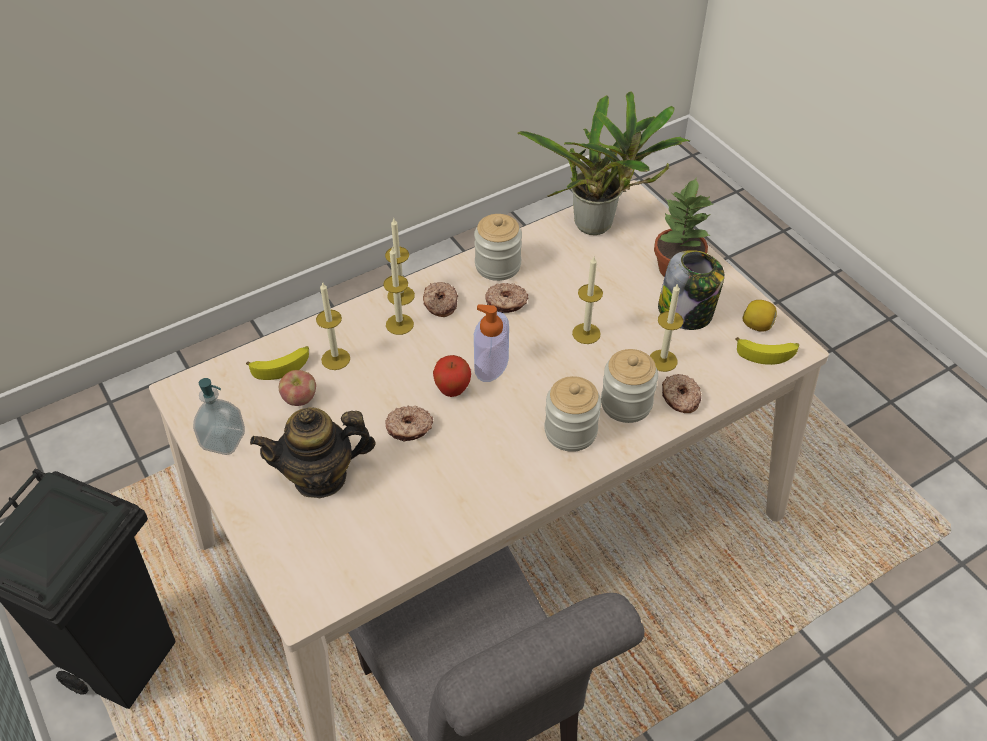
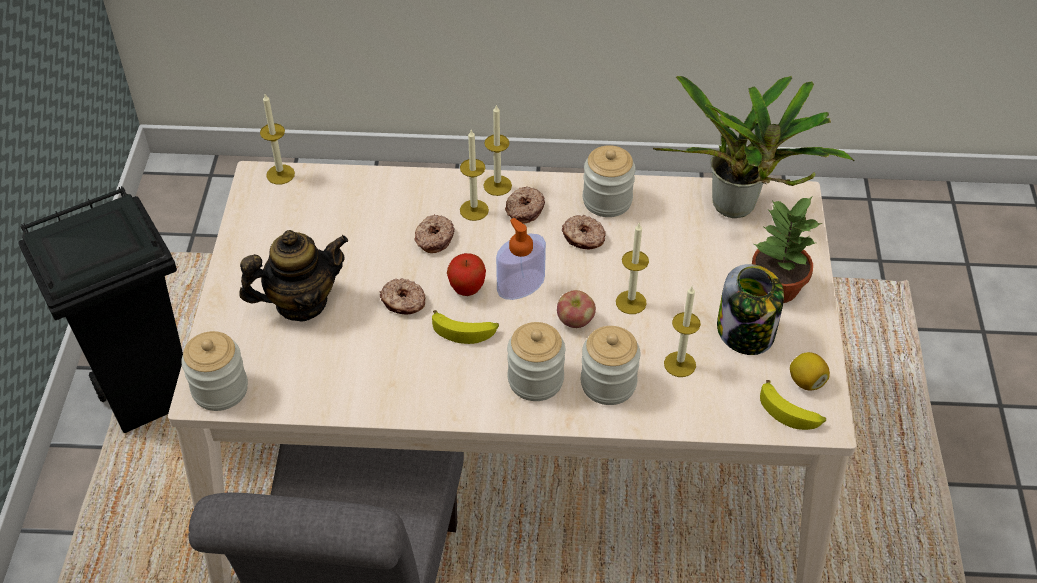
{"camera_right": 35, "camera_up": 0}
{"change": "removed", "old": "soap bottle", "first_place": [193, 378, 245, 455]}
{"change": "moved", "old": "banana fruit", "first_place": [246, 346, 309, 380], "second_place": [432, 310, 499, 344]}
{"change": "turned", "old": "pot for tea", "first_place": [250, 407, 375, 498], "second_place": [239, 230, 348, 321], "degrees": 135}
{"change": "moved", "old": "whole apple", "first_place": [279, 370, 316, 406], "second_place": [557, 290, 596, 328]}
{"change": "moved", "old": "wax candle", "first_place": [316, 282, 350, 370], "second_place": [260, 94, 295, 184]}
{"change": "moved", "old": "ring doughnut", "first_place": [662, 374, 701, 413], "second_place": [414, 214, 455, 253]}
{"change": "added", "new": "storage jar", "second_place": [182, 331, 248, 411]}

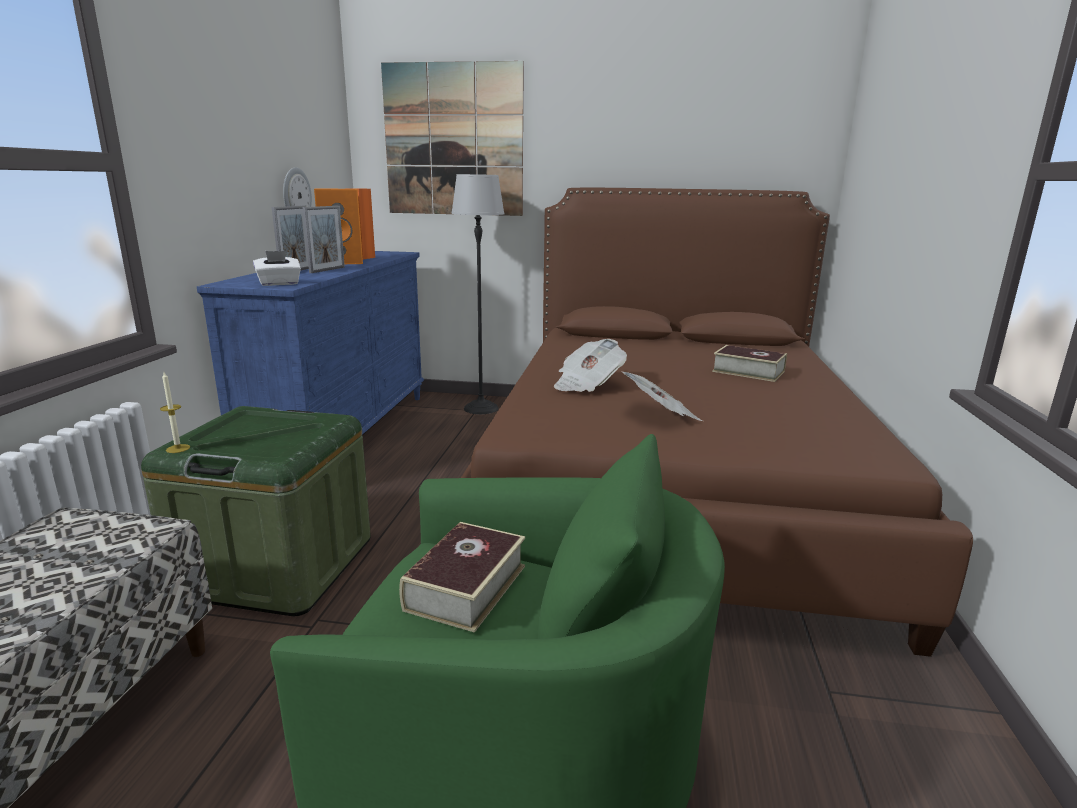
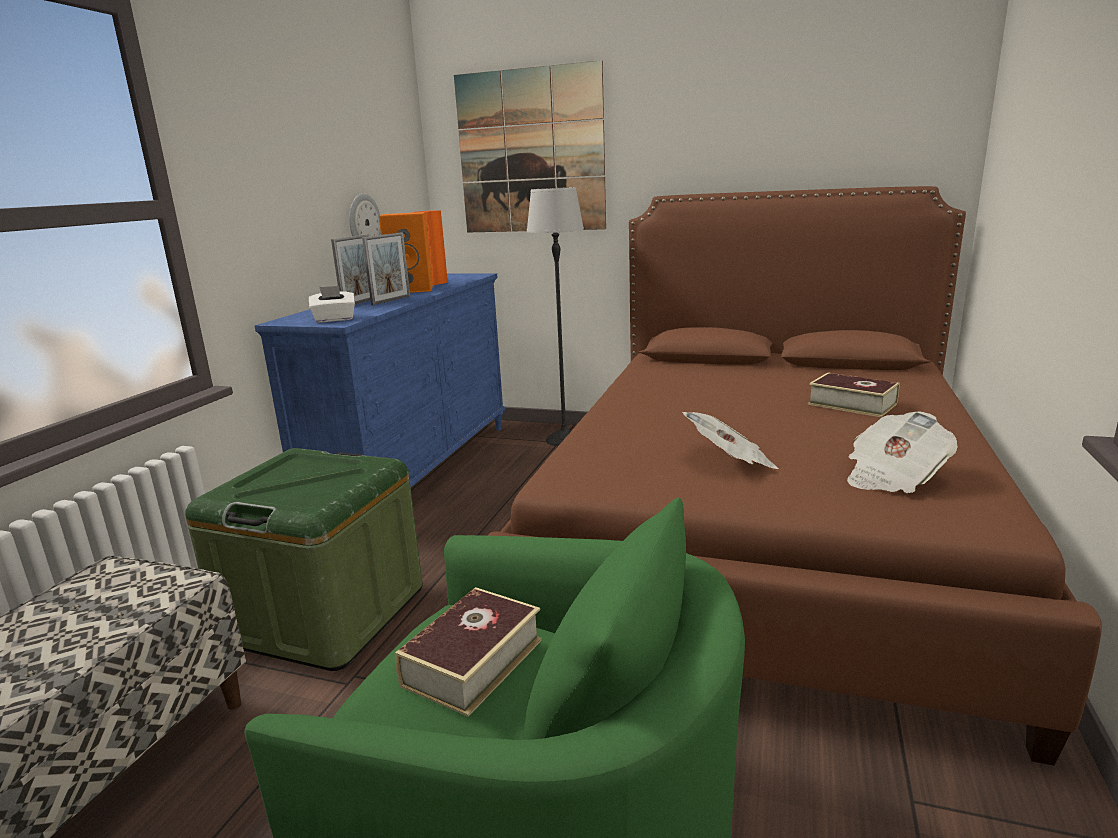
{"camera_right": 10, "camera_up": 0}
{"change": "removed", "old": "wax candle", "first_place": [160, 372, 190, 453]}
{"change": "moved", "old": "printed paper", "first_place": [554, 339, 627, 392], "second_place": [847, 411, 958, 493]}

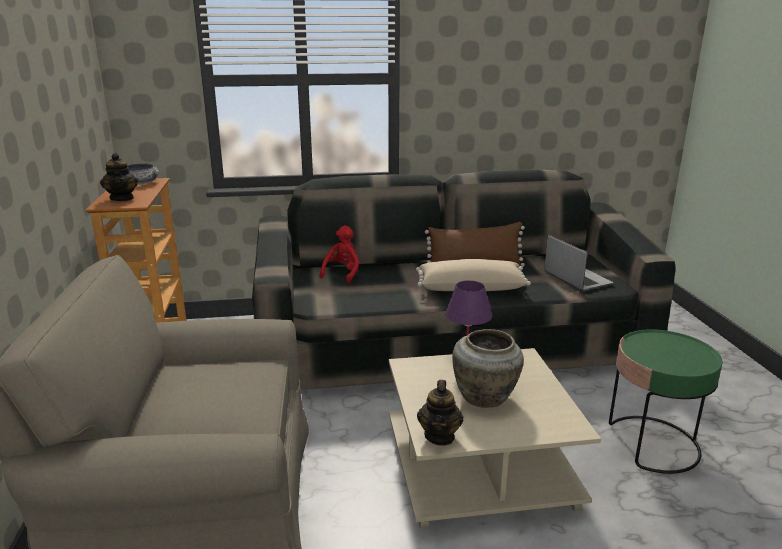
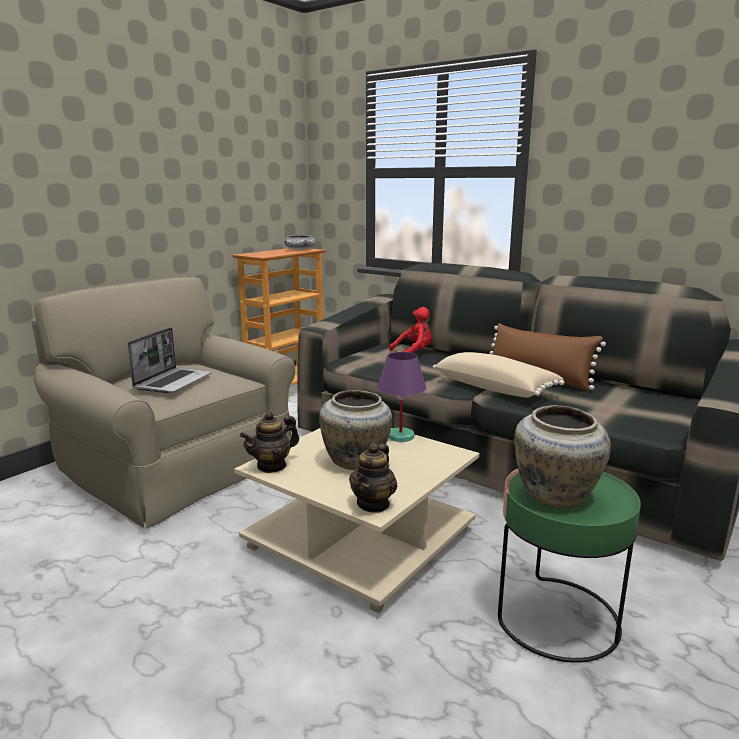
{"camera_right": 45, "camera_up": -5}
{"change": "moved", "old": "pot for tea", "first_place": [100, 153, 138, 201], "second_place": [349, 443, 397, 513]}
{"change": "moved", "old": "notebook computer", "first_place": [544, 235, 613, 291], "second_place": [128, 327, 212, 393]}
{"change": "added", "new": "vase in beige-coloured", "second_place": [514, 405, 611, 508]}

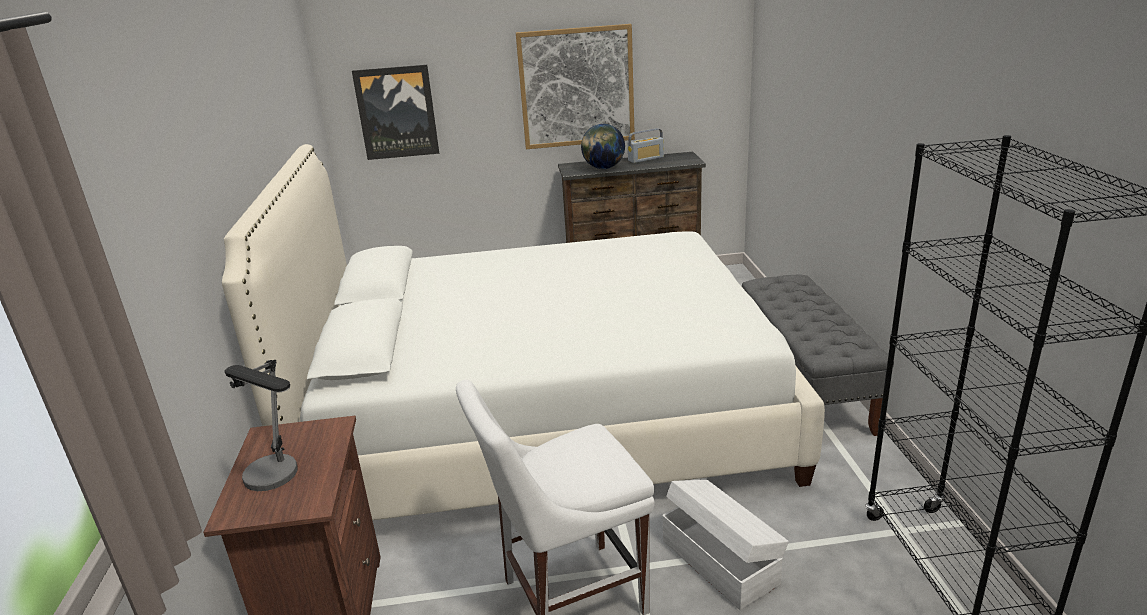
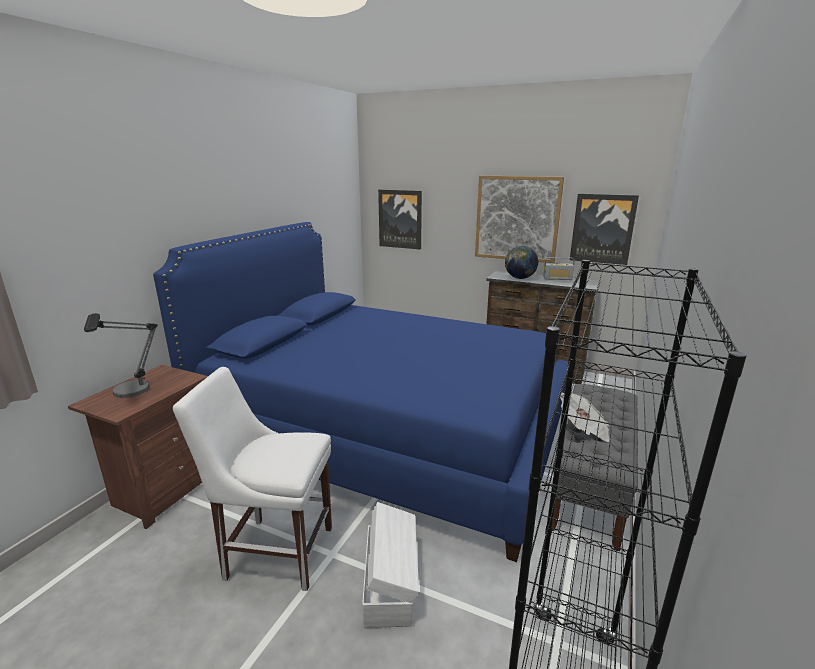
{"camera_right": 30, "camera_up": -5}
{"change": "recoloured", "old": "bed in white", "new": "bed in blue-coloured", "first_place": [222, 144, 825, 520], "second_place": [153, 222, 568, 562]}
{"change": "added", "new": "printed paper", "second_place": [560, 393, 610, 442]}
{"change": "added", "new": "wall picture", "second_place": [570, 194, 639, 265]}

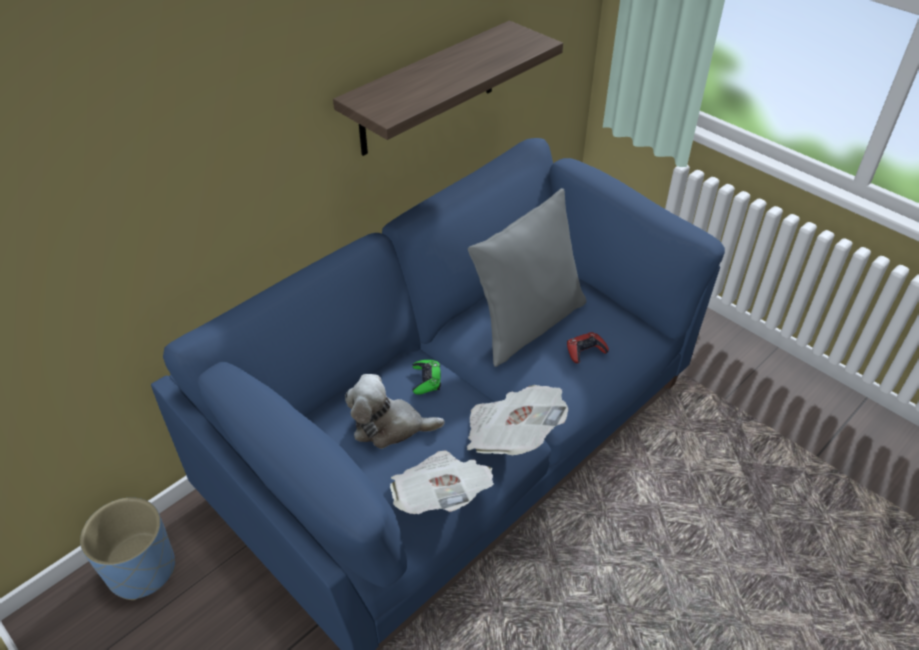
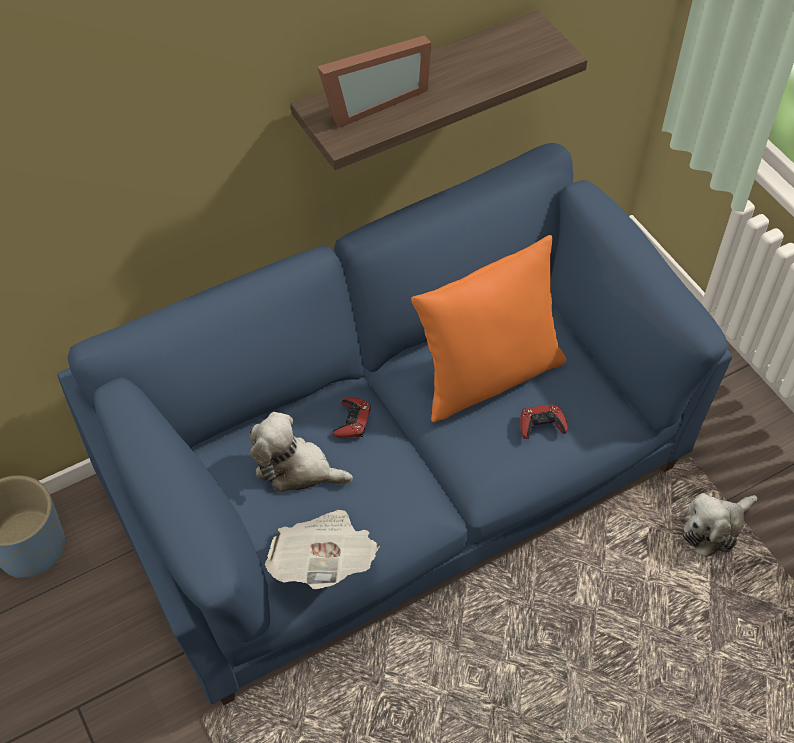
{"camera_right": 15, "camera_up": 10}
{"change": "recoloured", "old": "gamepad in green", "new": "gamepad in reddish", "first_place": [412, 360, 441, 395], "second_place": [332, 397, 371, 438]}
{"change": "removed", "old": "printed paper", "first_place": [467, 385, 568, 456]}
{"change": "recoloured", "old": "pillow in grey", "new": "pillow in orange-coloured", "first_place": [468, 188, 586, 367], "second_place": [411, 235, 566, 422]}
{"change": "added", "new": "photo frame", "second_place": [317, 35, 431, 128]}
{"change": "added", "new": "soft toy", "second_place": [682, 493, 758, 557]}

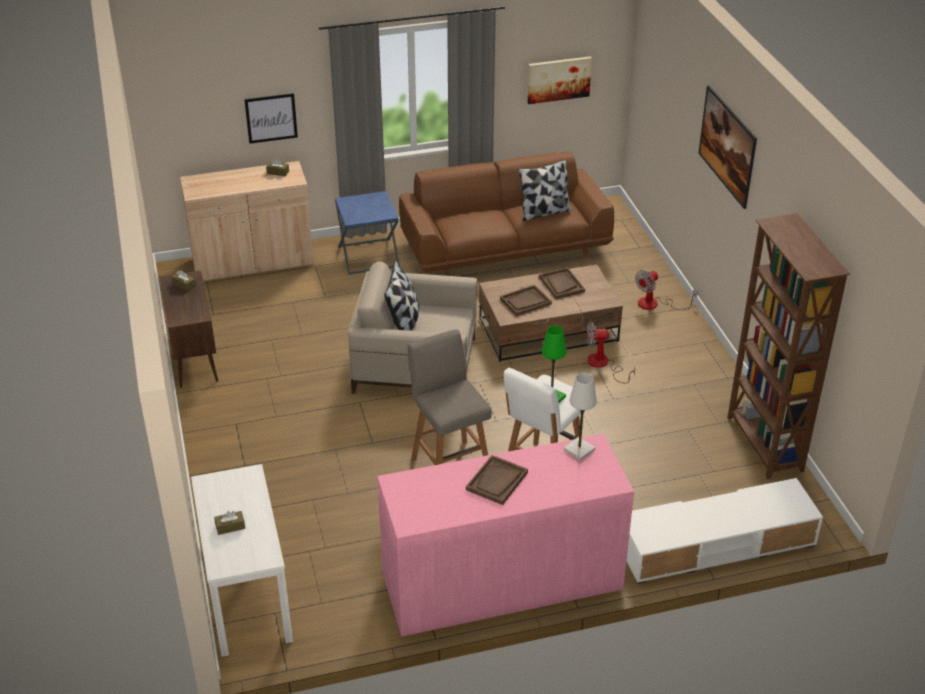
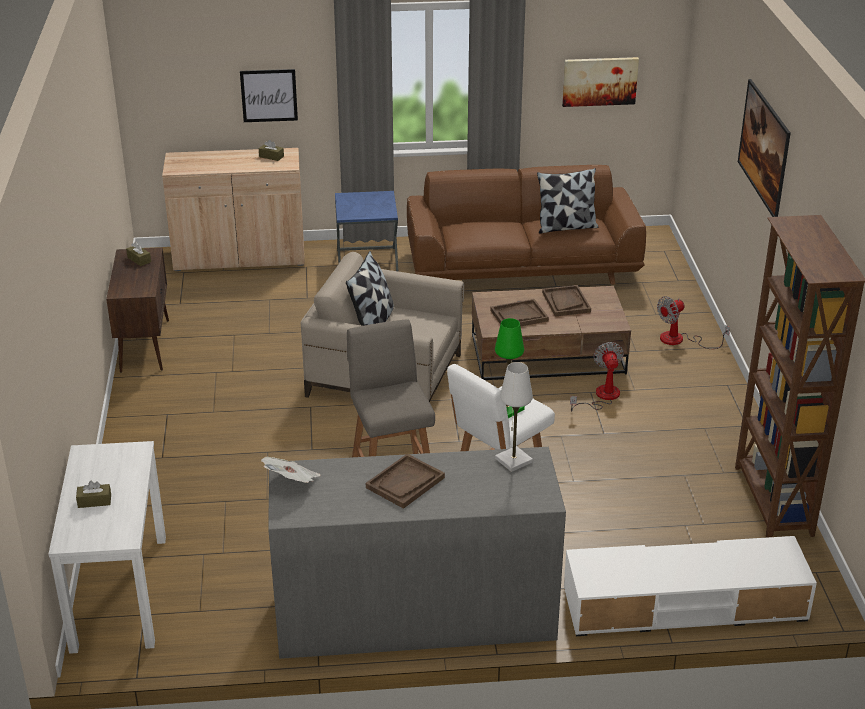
{"camera_right": 10, "camera_up": -5}
{"change": "recoloured", "old": "chest of drawers in pinkish", "new": "chest of drawers in grey", "first_place": [377, 434, 634, 636], "second_place": [268, 447, 566, 659]}
{"change": "turned", "old": "fan", "first_place": [586, 322, 635, 383], "second_place": [570, 342, 624, 412], "degrees": 75}
{"change": "added", "new": "printed paper", "second_place": [261, 457, 320, 483]}

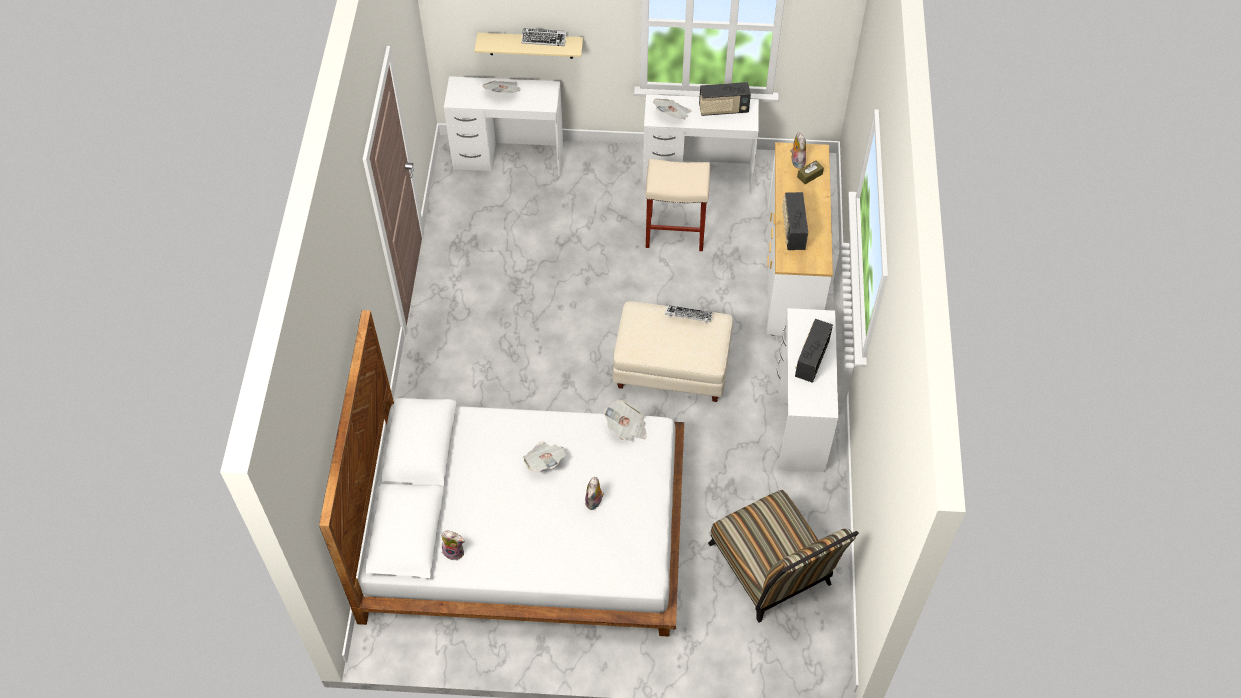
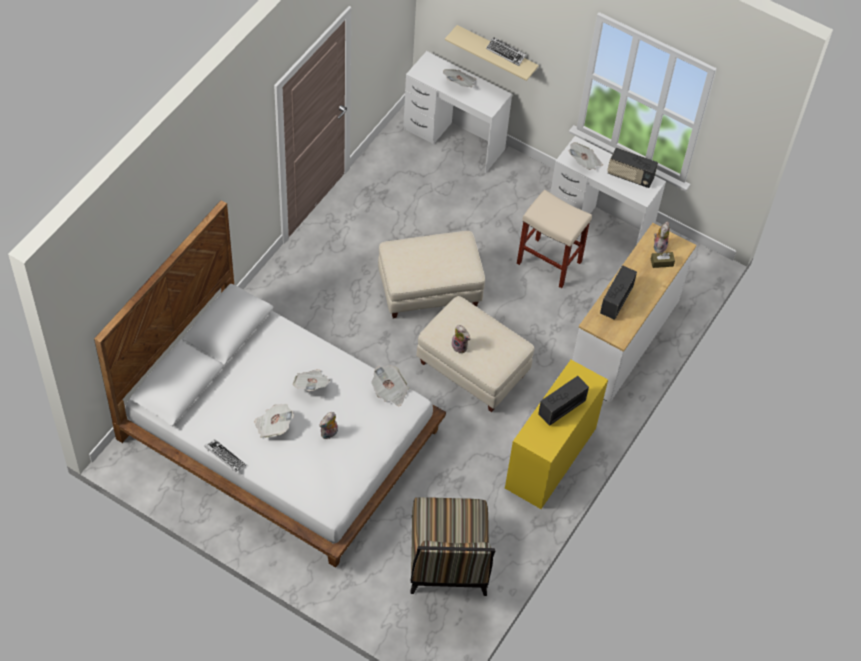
{"camera_right": 25, "camera_up": 0}
{"change": "moved", "old": "soft toy", "first_place": [441, 531, 465, 561], "second_place": [451, 325, 470, 354]}
{"change": "moved", "old": "keyboard", "first_place": [665, 305, 712, 323], "second_place": [204, 439, 246, 472]}
{"change": "recoloured", "old": "desk unit in white", "new": "desk unit in yellowish", "first_place": [777, 308, 838, 472], "second_place": [505, 360, 608, 509]}
{"change": "added", "new": "printed paper", "second_place": [254, 404, 294, 438]}
{"change": "added", "new": "footrest in beige-coloured", "second_place": [378, 231, 485, 319]}

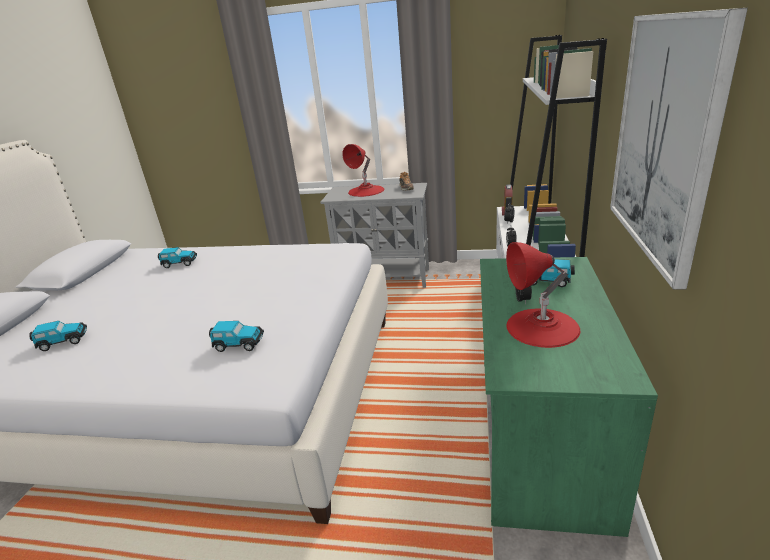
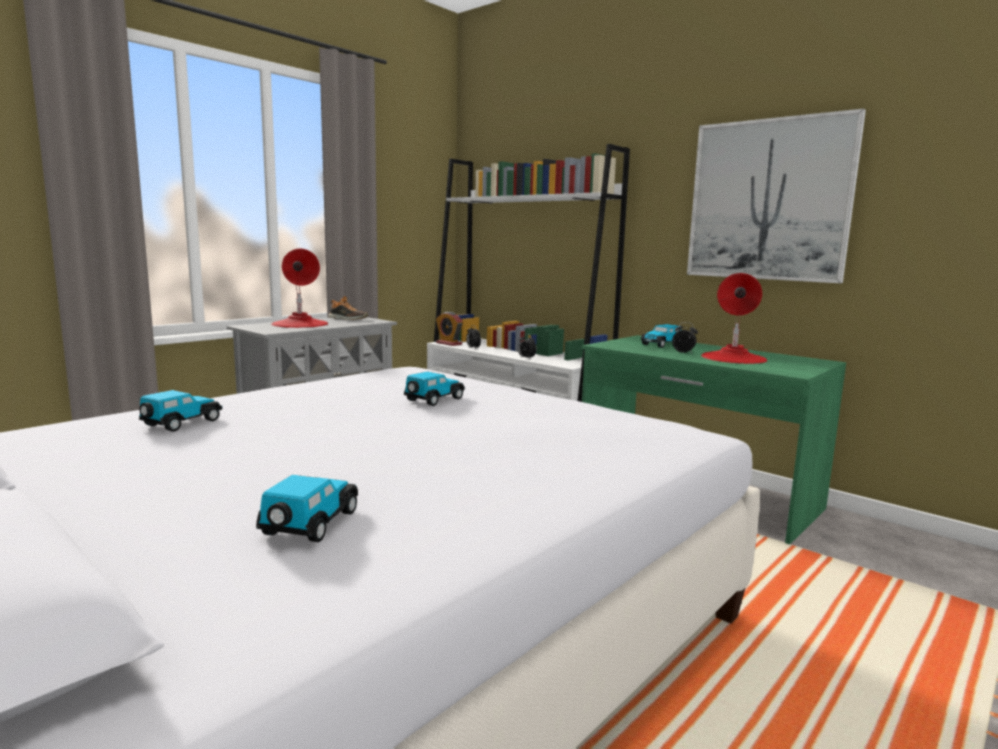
{"camera_right": -60, "camera_up": -15}
{"change": "moved", "old": "toy car", "first_place": [209, 321, 264, 352], "second_place": [404, 371, 465, 406]}

